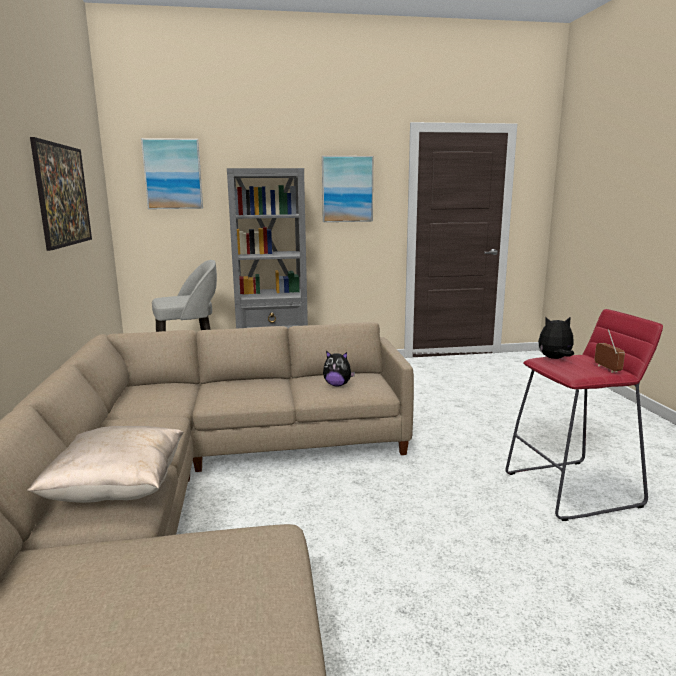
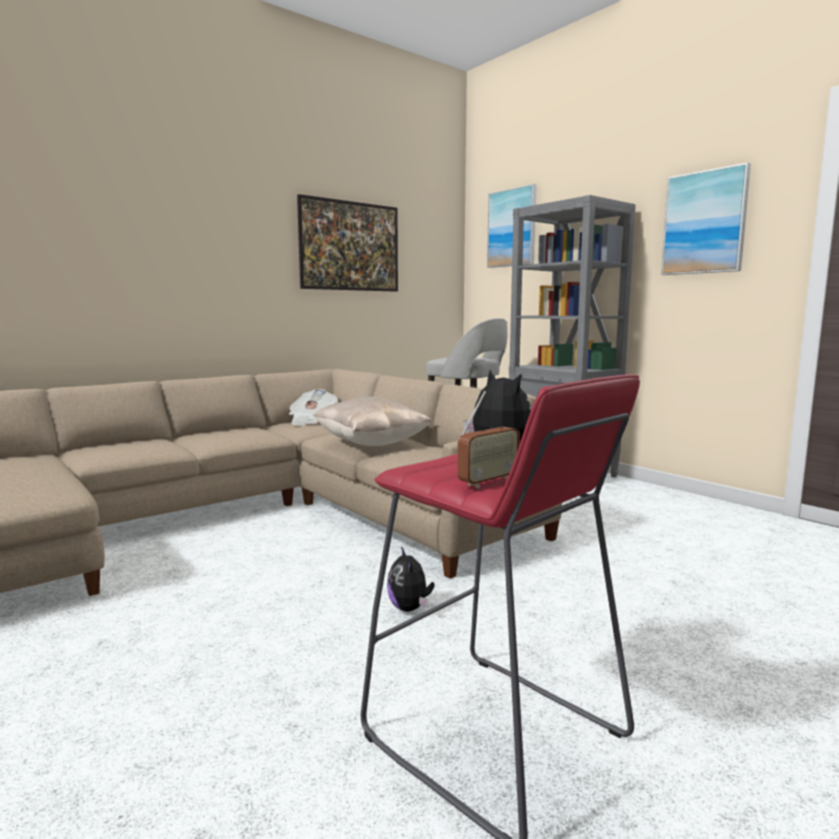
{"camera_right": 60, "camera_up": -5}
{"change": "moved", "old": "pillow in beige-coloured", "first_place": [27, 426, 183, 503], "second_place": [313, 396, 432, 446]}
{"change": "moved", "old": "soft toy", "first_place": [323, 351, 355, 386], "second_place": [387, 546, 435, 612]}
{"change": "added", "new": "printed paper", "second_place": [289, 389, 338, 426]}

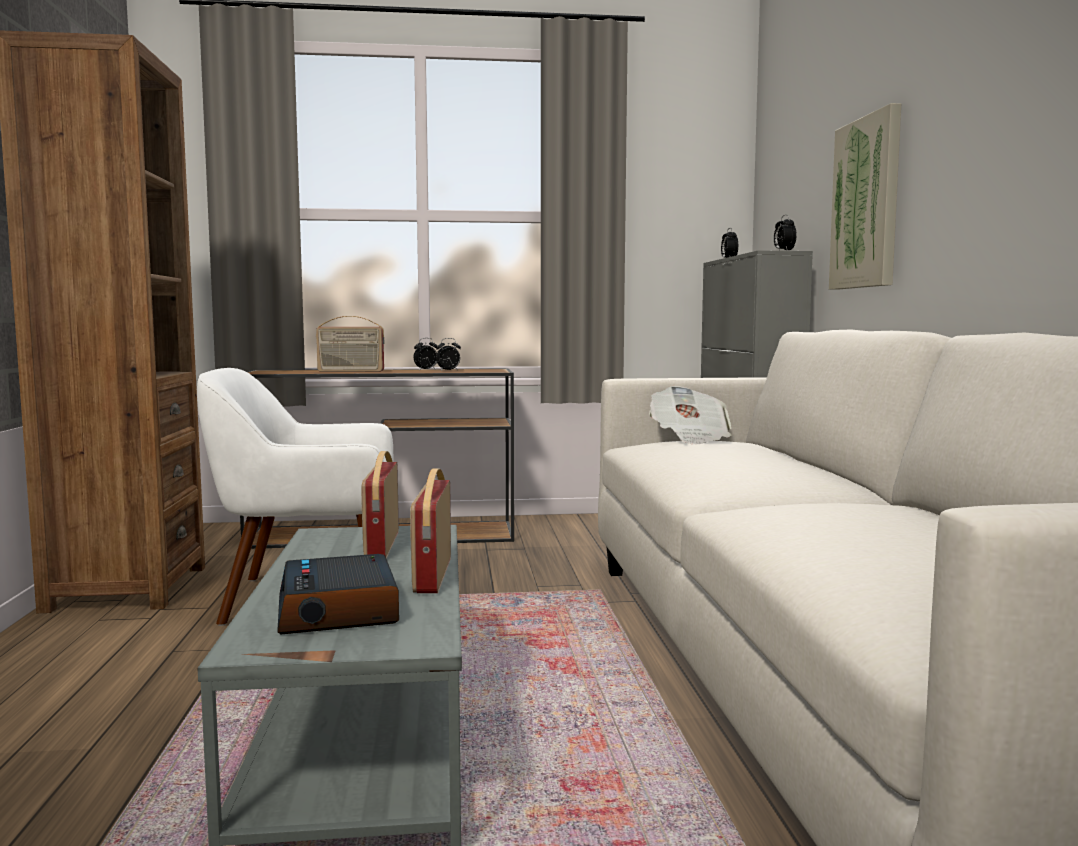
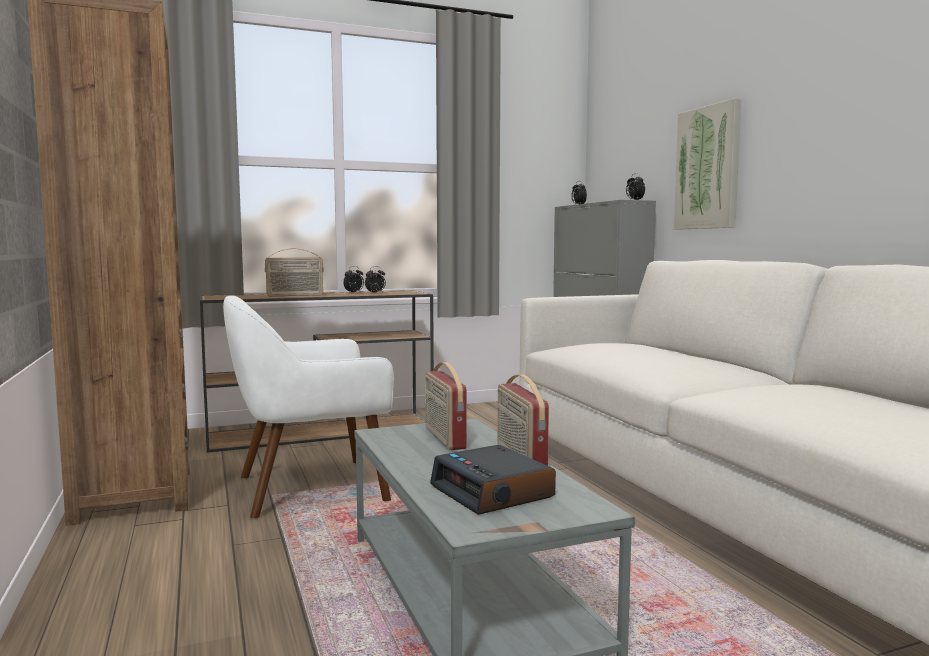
{"camera_right": -15, "camera_up": 0}
{"change": "removed", "old": "printed paper", "first_place": [649, 386, 732, 444]}

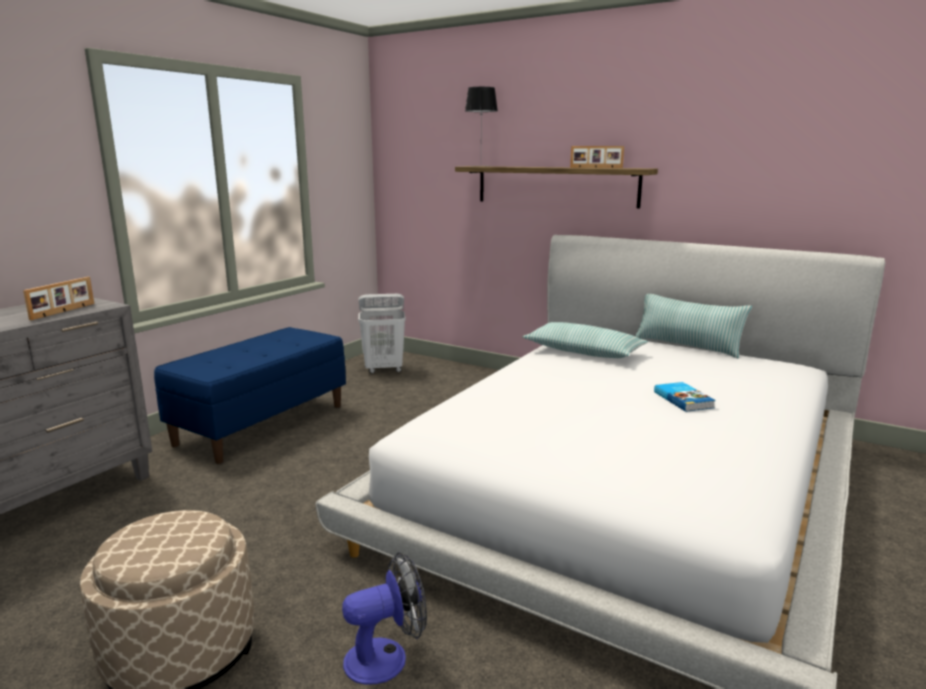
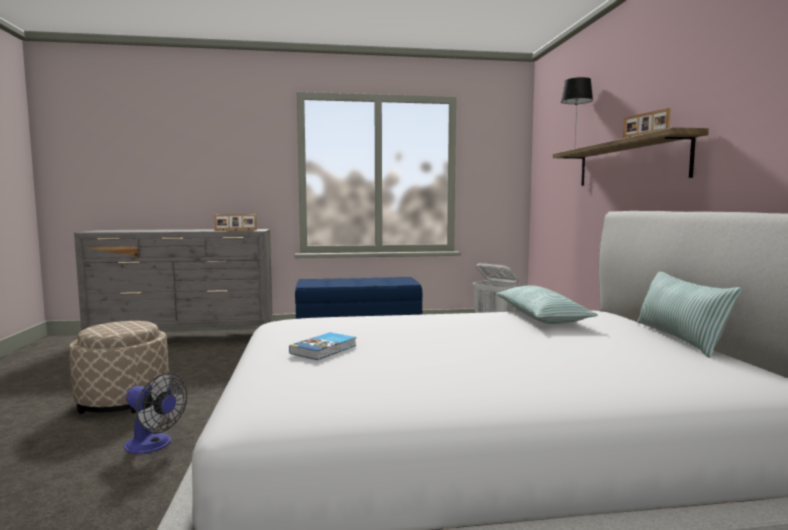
{"camera_right": 50, "camera_up": -10}
{"change": "moved", "old": "bound book", "first_place": [654, 382, 716, 412], "second_place": [289, 332, 356, 360]}

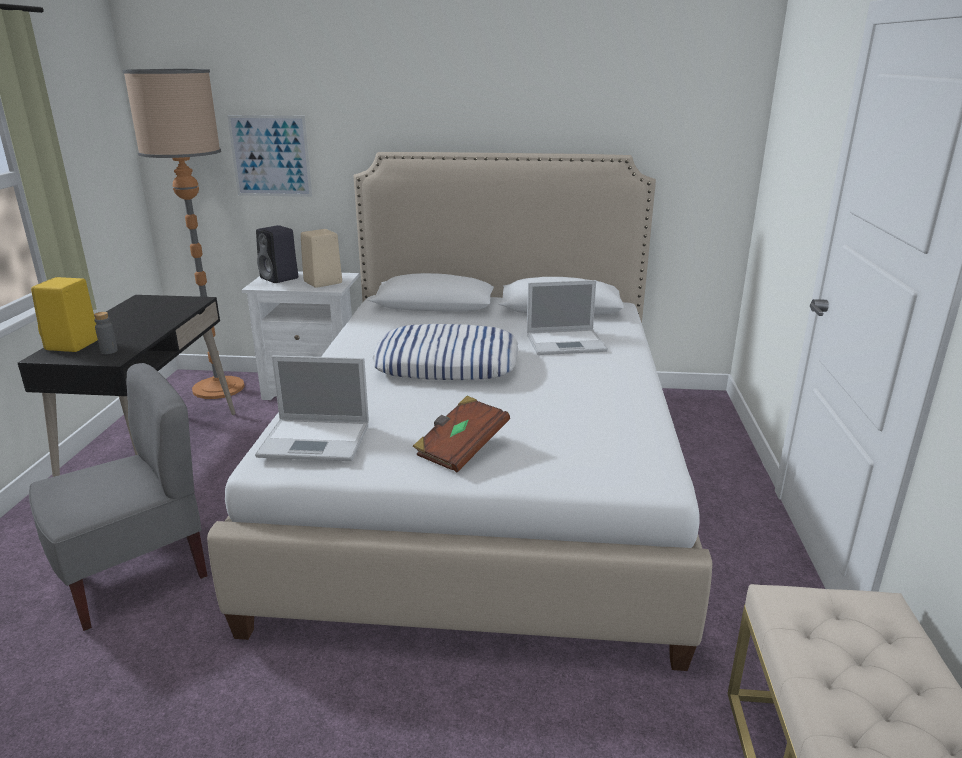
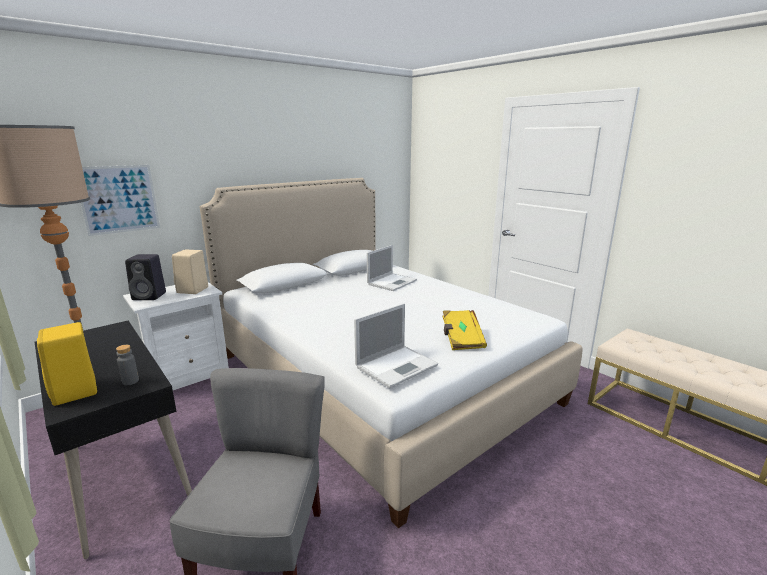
{"camera_right": -45, "camera_up": -5}
{"change": "removed", "old": "pillow", "first_place": [373, 324, 518, 380]}
{"change": "recoloured", "old": "bound book in brown-coloured", "new": "bound book in yellowish", "first_place": [413, 396, 510, 472], "second_place": [443, 310, 487, 350]}

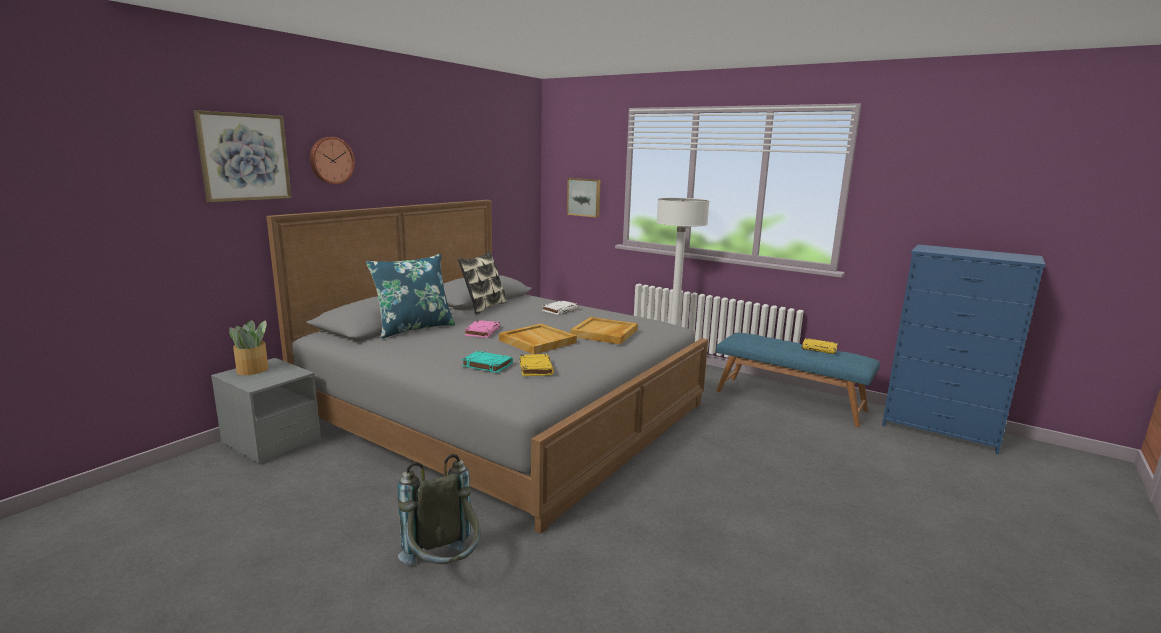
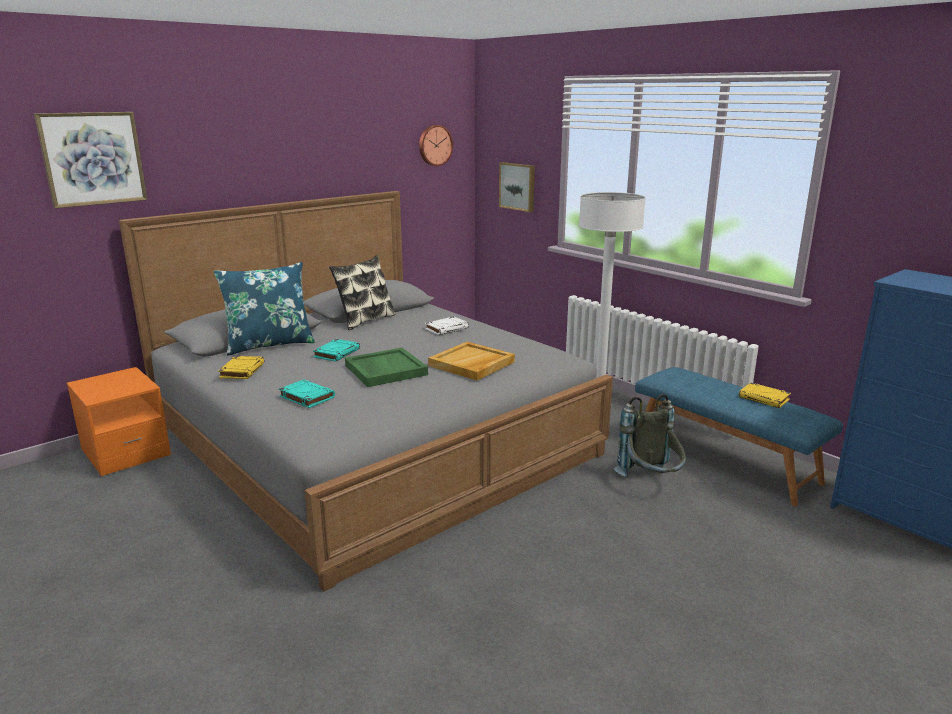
{"camera_right": 15, "camera_up": 5}
{"change": "recoloured", "old": "bedside table in grey", "new": "bedside table in orange-coloured", "first_place": [211, 358, 321, 464], "second_place": [67, 367, 171, 476]}
{"change": "removed", "old": "plant in a pot", "first_place": [229, 320, 268, 375]}
{"change": "moved", "old": "wall clock", "first_place": [310, 137, 355, 184], "second_place": [419, 125, 453, 166]}
{"change": "moved", "old": "backpack in grey", "first_place": [397, 454, 480, 565], "second_place": [614, 394, 686, 477]}
{"change": "recoloured", "old": "bound book in pinkish", "new": "bound book in turquoise-coloured", "first_place": [464, 320, 500, 338], "second_place": [313, 339, 360, 361]}
{"change": "recoloured", "old": "serving tray in beige-coloured", "new": "serving tray in green", "first_place": [499, 324, 577, 354], "second_place": [345, 348, 428, 387]}
{"change": "moved", "old": "bound book in yellowish", "first_place": [520, 354, 554, 376], "second_place": [218, 356, 265, 379]}

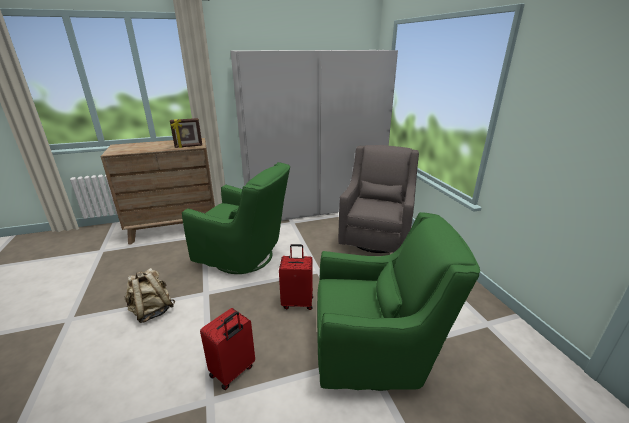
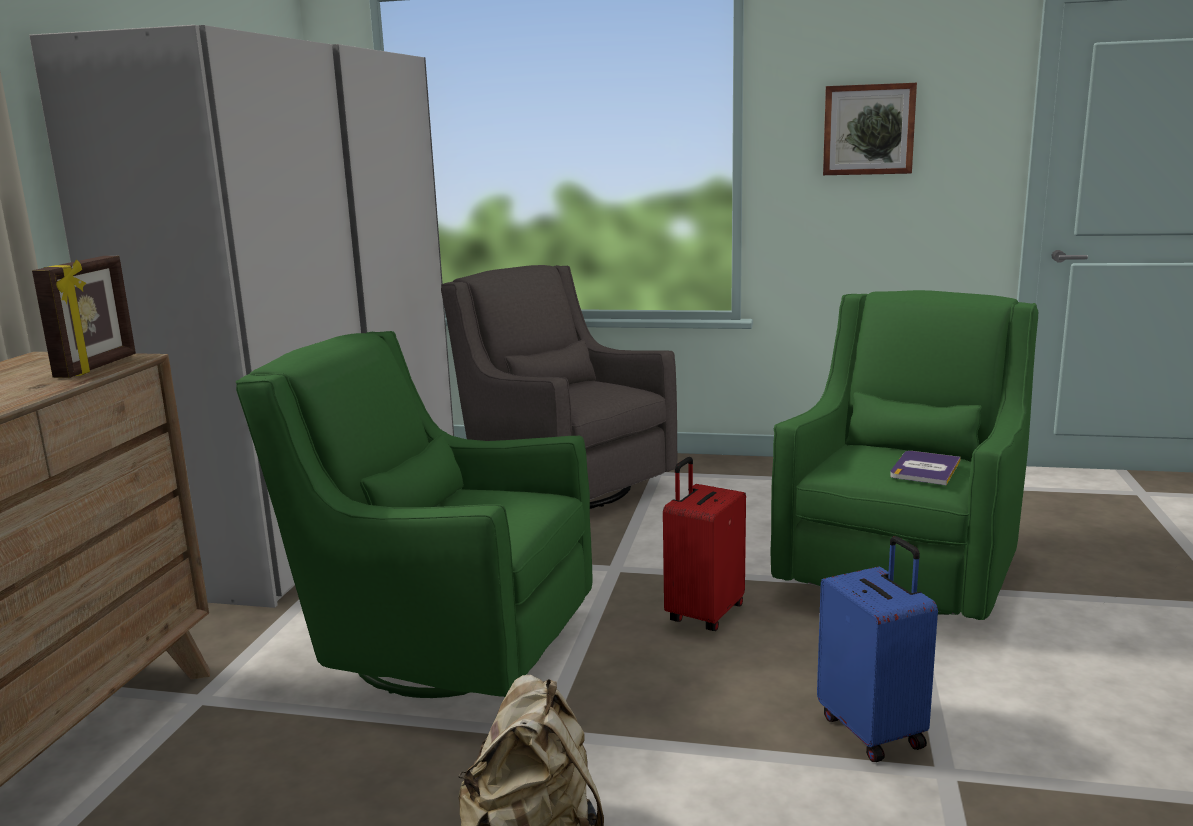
{"camera_right": -60, "camera_up": -10}
{"change": "turned", "old": "lounge chair in green", "first_place": [182, 162, 290, 274], "second_place": [236, 331, 592, 698], "degrees": -120}
{"change": "recoloured", "old": "travel case in reddish", "new": "travel case in blue-coloured", "first_place": [200, 308, 255, 390], "second_place": [817, 536, 938, 762]}
{"change": "added", "new": "wall picture", "second_place": [823, 83, 917, 175]}
{"change": "added", "new": "bound book", "second_place": [890, 451, 961, 485]}

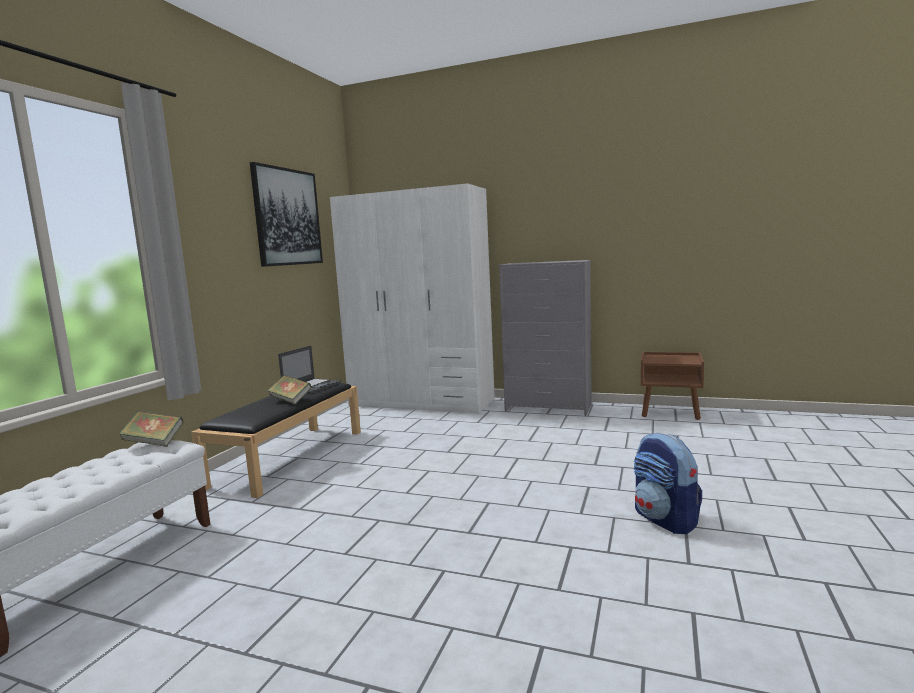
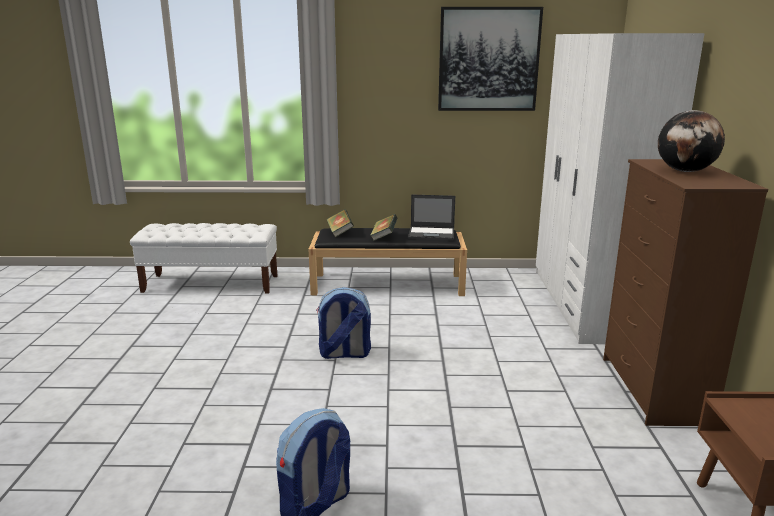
{"camera_right": 70, "camera_up": 10}
{"change": "moved", "old": "bound book", "first_place": [119, 411, 184, 447], "second_place": [326, 209, 354, 237]}
{"change": "recoloured", "old": "chest of drawers in grey", "new": "chest of drawers in brown-coloured", "first_place": [498, 260, 592, 416], "second_place": [603, 159, 768, 426]}
{"change": "added", "new": "backpack", "second_place": [316, 287, 371, 359]}
{"change": "added", "new": "world globe", "second_place": [658, 110, 725, 172]}

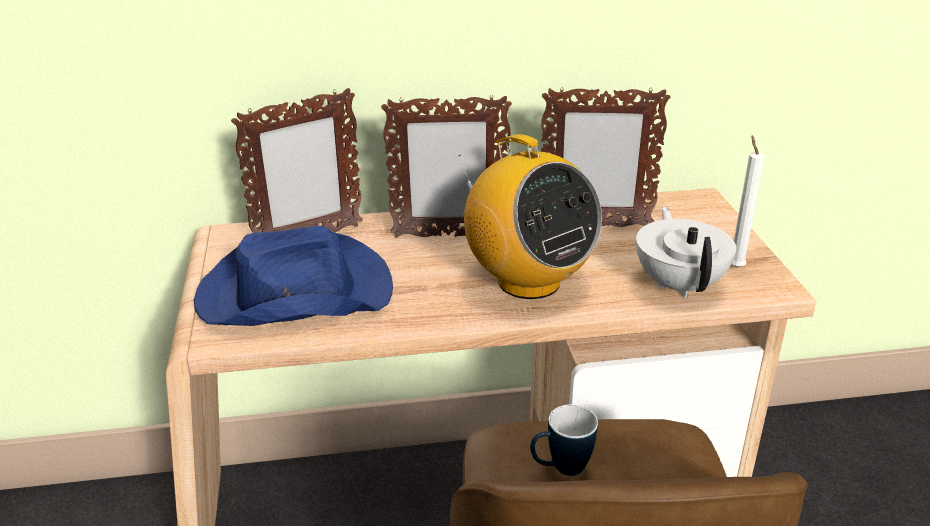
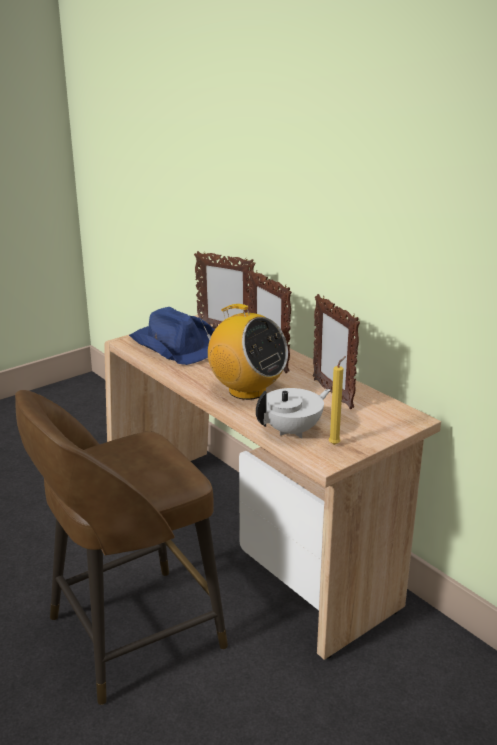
{"camera_right": 60, "camera_up": -5}
{"change": "turned", "old": "radio set", "first_place": [458, 134, 602, 299], "second_place": [201, 304, 288, 400], "degrees": -75}
{"change": "removed", "old": "mug", "first_place": [530, 404, 598, 476]}
{"change": "recoloured", "old": "wax candle in white", "new": "wax candle in yellowish", "first_place": [732, 136, 765, 268], "second_place": [329, 356, 346, 445]}

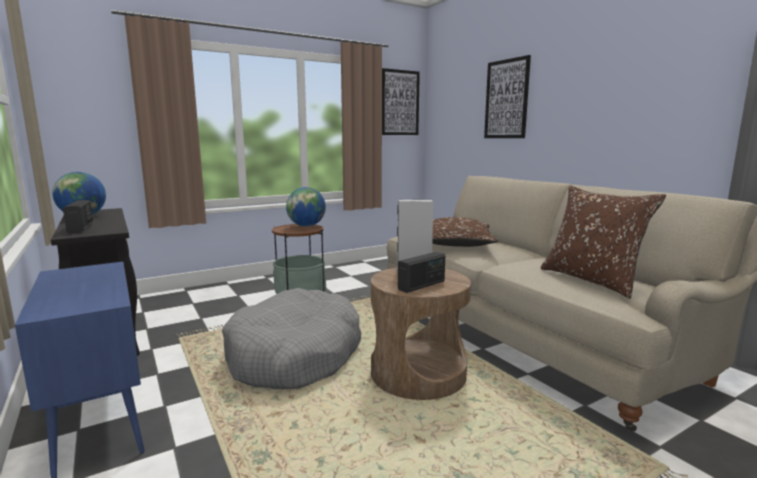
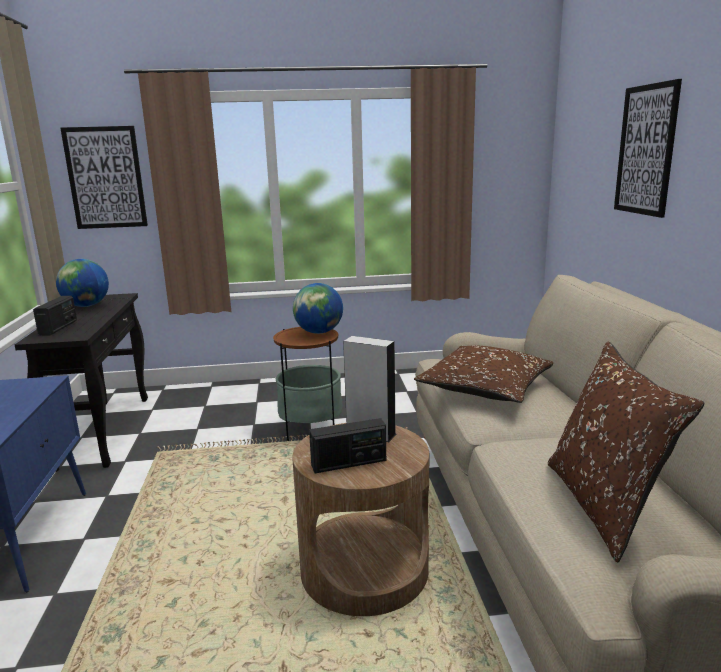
{"camera_right": 25, "camera_up": 5}
{"change": "removed", "old": "dog cushion in grey", "first_place": [222, 288, 361, 389]}
{"change": "moved", "old": "wall picture", "first_place": [382, 68, 420, 135], "second_place": [60, 126, 148, 229]}

